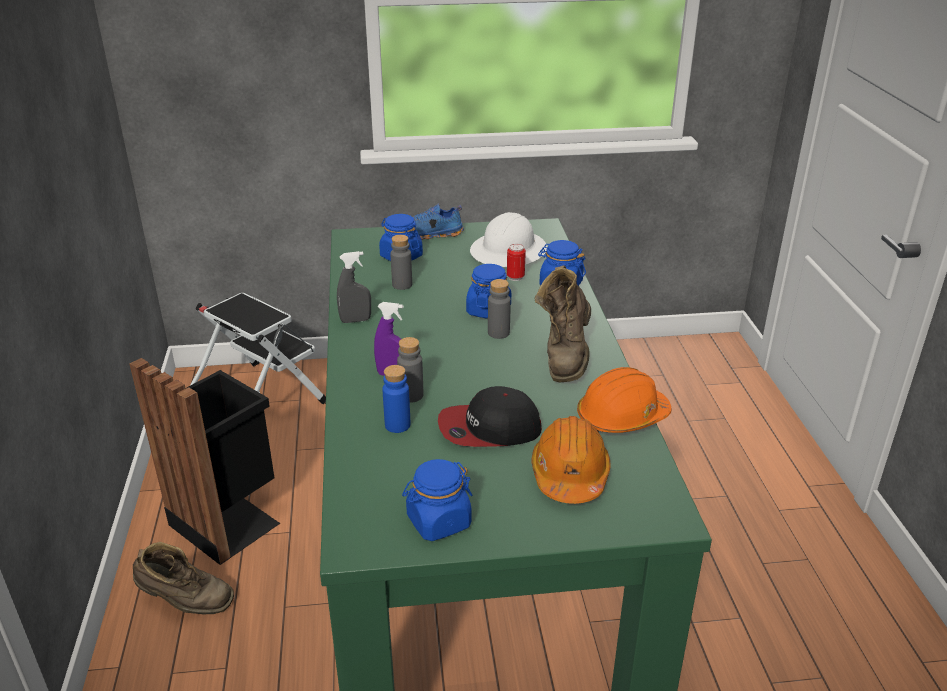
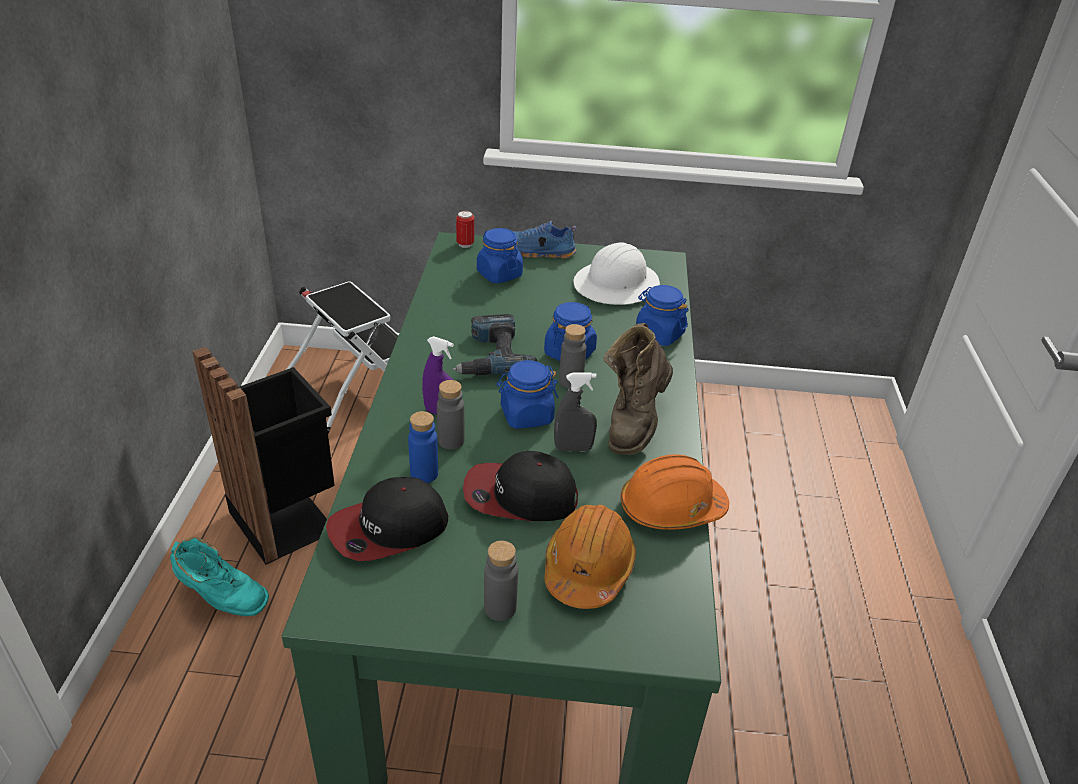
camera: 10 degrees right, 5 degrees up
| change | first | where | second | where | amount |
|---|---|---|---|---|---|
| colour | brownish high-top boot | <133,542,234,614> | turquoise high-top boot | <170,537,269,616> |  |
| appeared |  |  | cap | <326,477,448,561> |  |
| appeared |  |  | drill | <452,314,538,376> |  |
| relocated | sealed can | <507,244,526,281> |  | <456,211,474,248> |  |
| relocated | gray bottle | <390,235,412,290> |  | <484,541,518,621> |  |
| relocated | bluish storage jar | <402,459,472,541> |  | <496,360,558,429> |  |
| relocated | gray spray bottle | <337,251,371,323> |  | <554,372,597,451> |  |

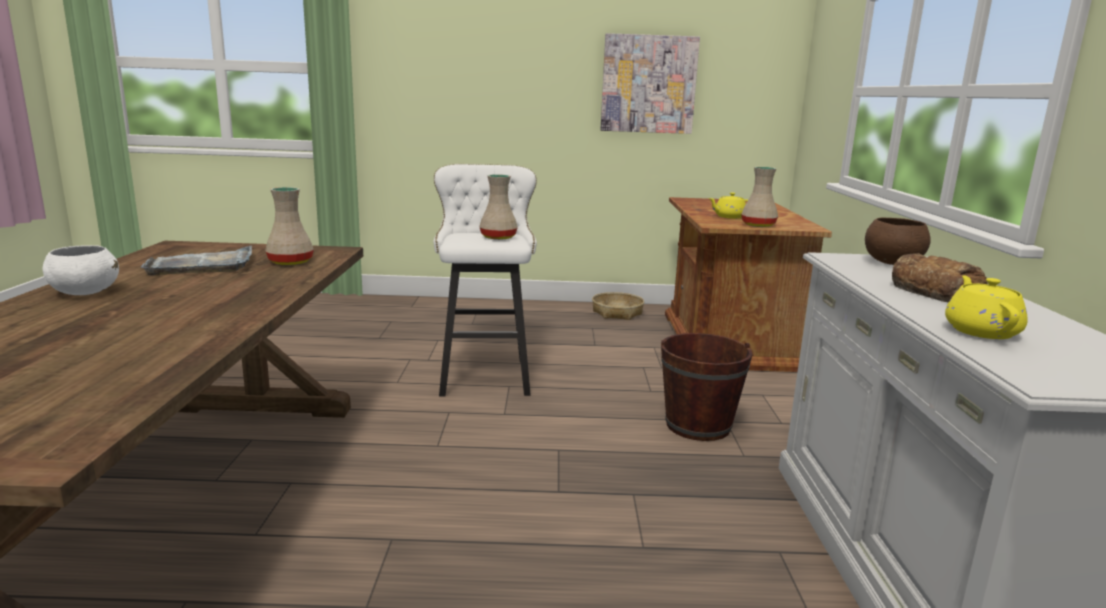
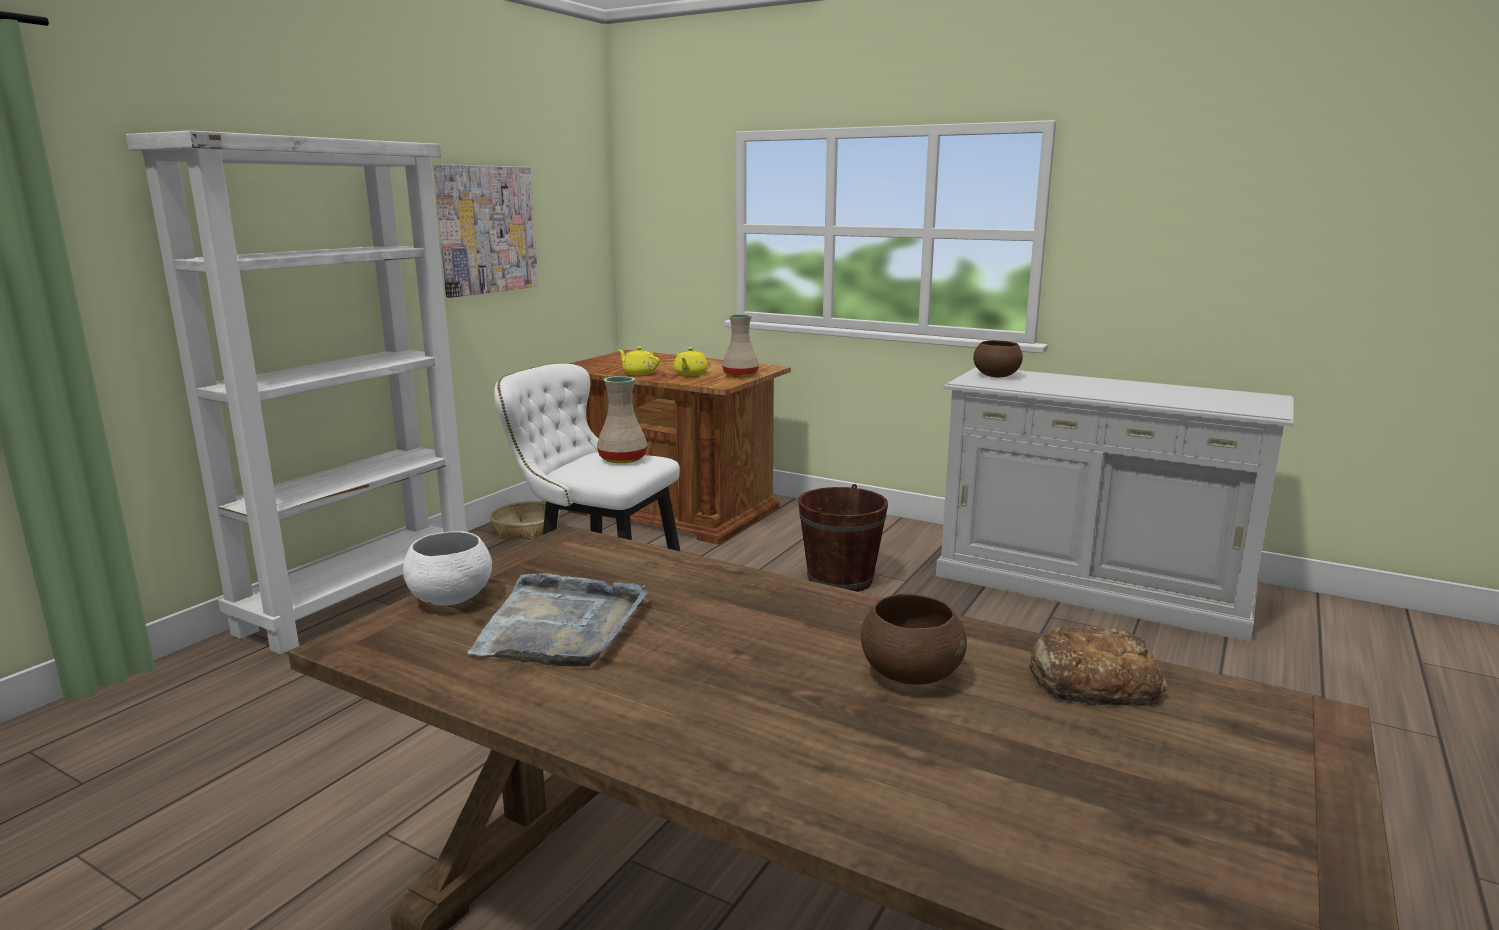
camera: 60 degrees left, 0 degrees up
| change | first | where | second | where | amount |
|---|---|---|---|---|---|
| appeared |  |  | white bookshelf | <126,130,467,654> |  |
| relocated | white deep dish | <43,245,119,295> |  | <403,531,492,606> |  |
| relocated | yellowish tea pot | <945,275,1028,339> |  | <618,347,660,375> |  |
| appeared |  |  | brownish deep dish | <861,594,967,685> |  |
| relocated | baked bread | <892,253,988,302> |  | <1029,626,1167,706> |  |
| missing | beige decorative vase | <265,187,314,265> |  |  |  |

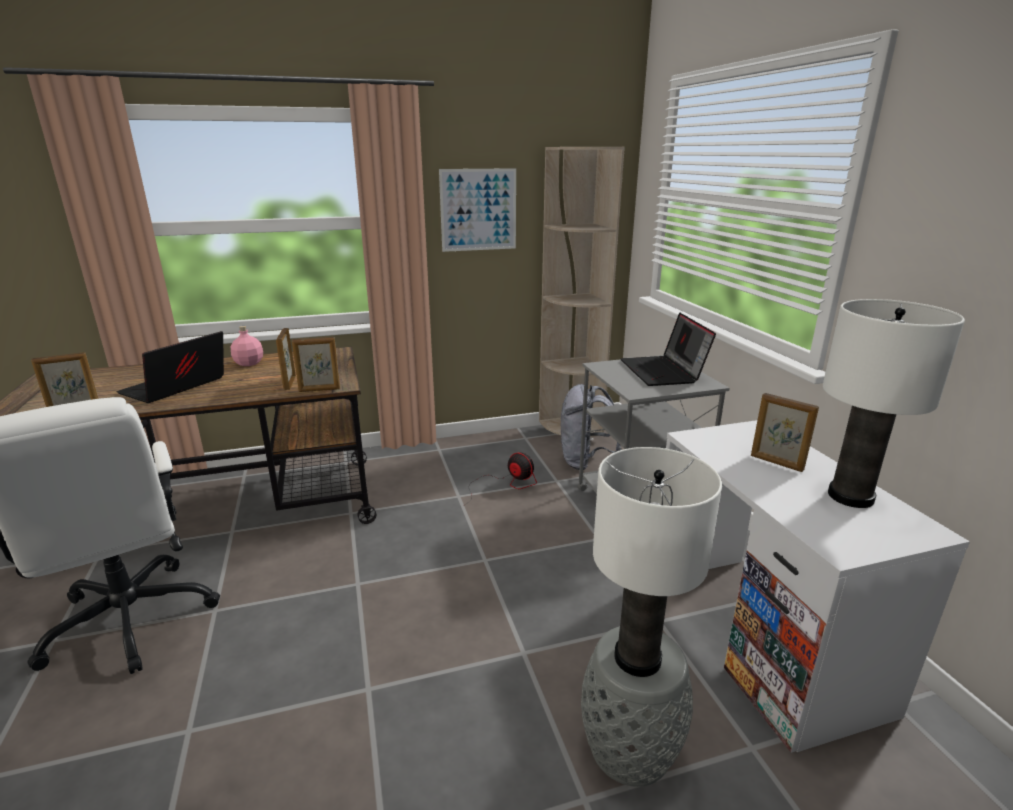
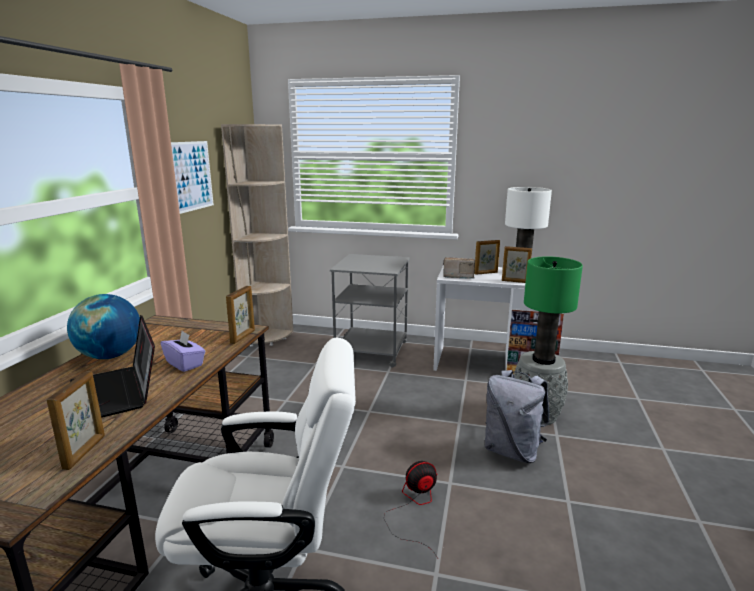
camera: 60 degrees left, 5 degrees down
| change | first | where | second | where | amount |
|---|---|---|---|---|---|
| exchanged | pinkish bottle | <231,326,263,366> | desk globe | <67,294,140,359> |  |
| appeared |  |  | purple box of tissues | <160,331,205,372> |  |
| relocated | cooling fan | <463,453,537,506> |  | <385,461,437,557> |  |
| appeared |  |  | radio receiver | <443,257,475,279> |  |
| relocated | gray knapsack | <561,384,622,470> |  | <485,370,550,463> |  |
| relocated | photo frame | <276,328,296,390> |  | <502,246,532,283> |  |
| colour | white lamp for a table | <593,447,722,677> | green-coloured lamp for a table | <524,256,583,365> |  |
| missing | notebook computer | <621,313,716,386> |  |  |  |

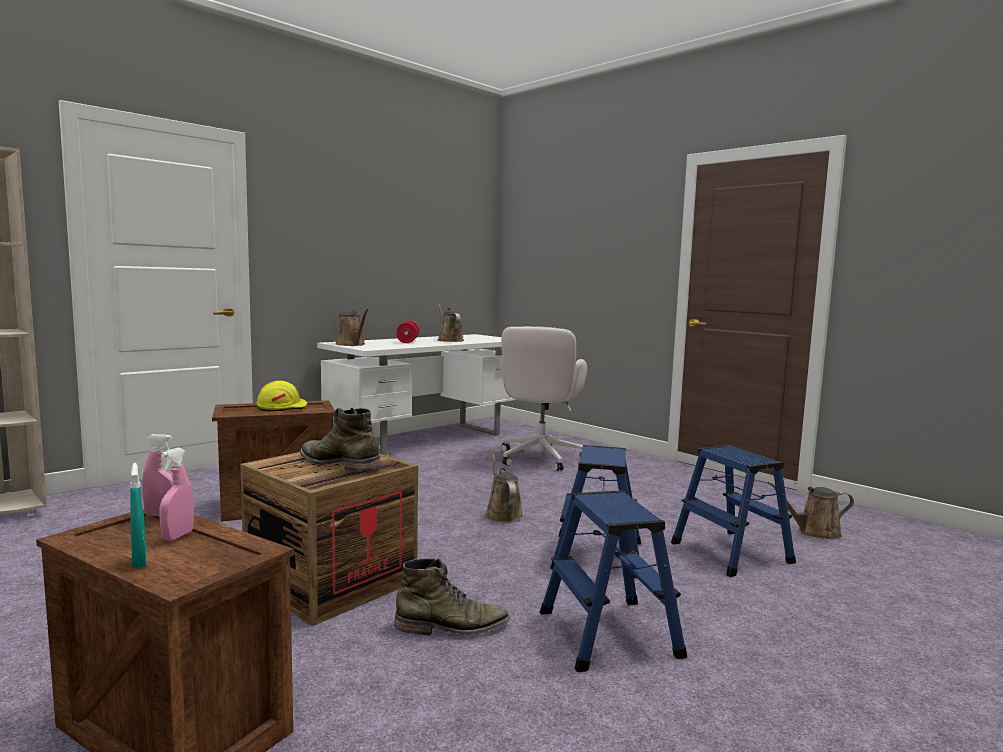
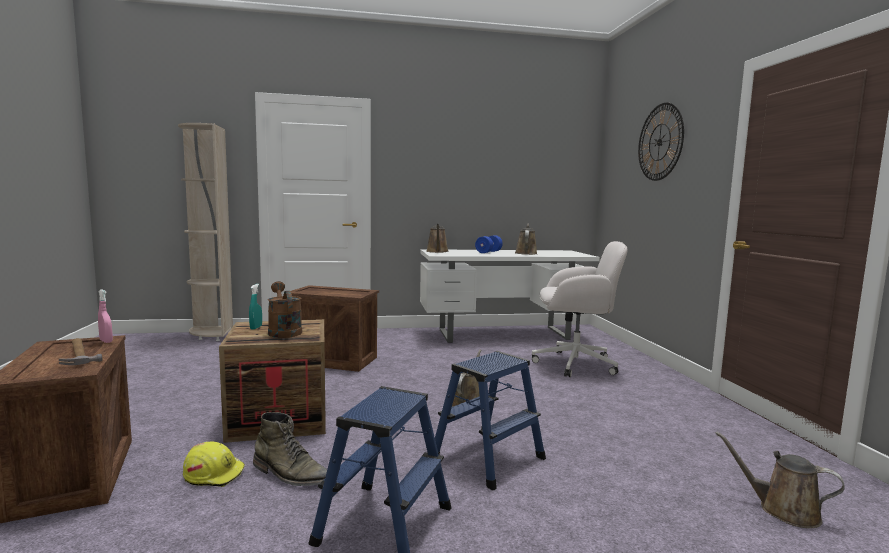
camera: 35 degrees right, 0 degrees up
| change | first | where | second | where | amount |
|---|---|---|---|---|---|
| exchanged | pinkish spray bottle | <159,448,194,541> | tool hammer | <59,338,102,365> |  |
| relocated | yellowish work helmet | <256,381,308,412> |  | <183,442,245,487> |  |
| relocated | turquoise spray bottle | <130,463,147,569> |  | <249,284,262,330> |  |
| exchanged | green-coloured high-top boot | <300,408,381,471> | brownish watering pot | <268,281,302,338> |  |
| colour | reddish dumbbell | <396,320,419,343> | bluish dumbbell | <475,235,503,253> |  |
| spun | white desk chair | <501,326,587,471> |  | <532,241,627,377> | 135 degrees counterclockwise |
| appeared |  |  | clock on the wall | <638,103,684,181> |  |
| missing | bluish stepladder | <671,445,796,577> |  |  |  |

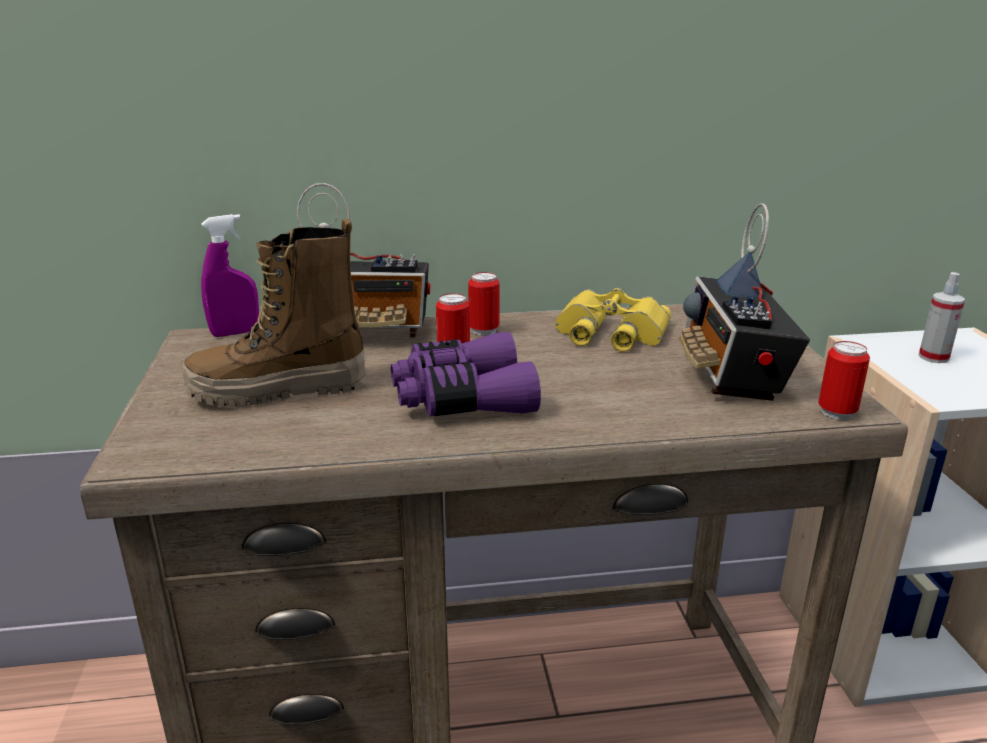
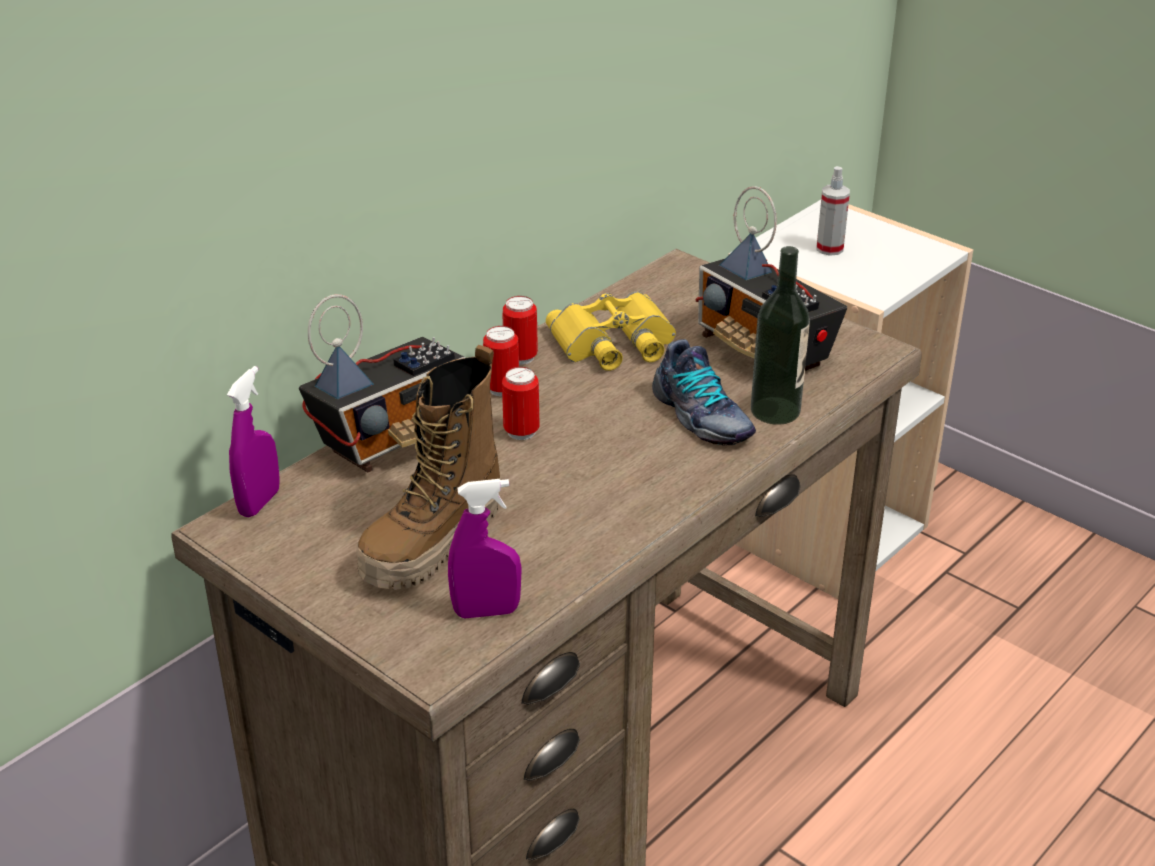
camera: 40 degrees left, 10 degrees up
| change | first | where | second | where | amount |
|---|---|---|---|---|---|
| appeared |  |  | purple spray bottle | <448,479,522,618> |  |
| relocated | sealed can | <818,341,870,420> |  | <502,296,538,365> |  |
| appeared |  |  | shoe | <652,339,756,446> |  |
| appeared |  |  | bottle | <751,246,810,425> |  |
| missing | purple field glasses | <391,332,541,416> |  |  |  |

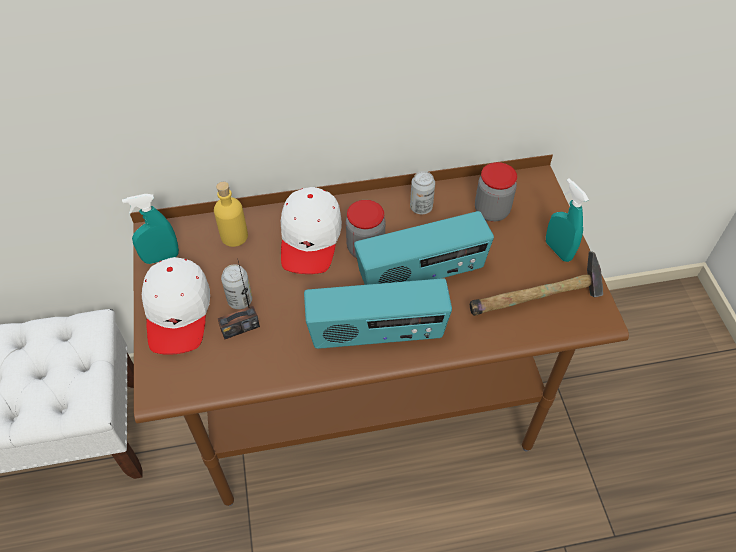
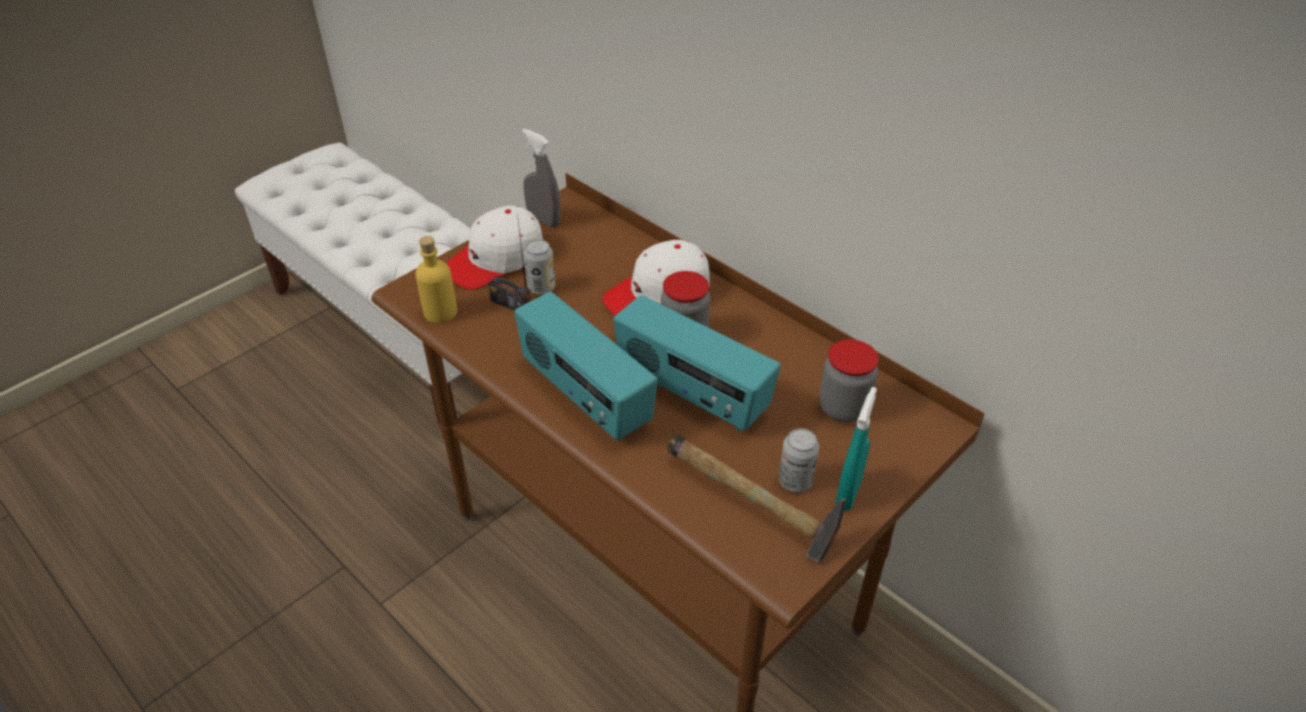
camera: 55 degrees right, 10 degrees down
| change | first | where | second | where | amount |
|---|---|---|---|---|---|
| relocated | yellowish bottle | <214,182,248,247> |  | <415,236,457,323> |  |
| colour | turquoise spray bottle | <122,194,179,264> | gray spray bottle | <522,129,561,227> |  |
| relocated | sealed can | <410,171,435,214> |  | <779,428,819,492> |  |

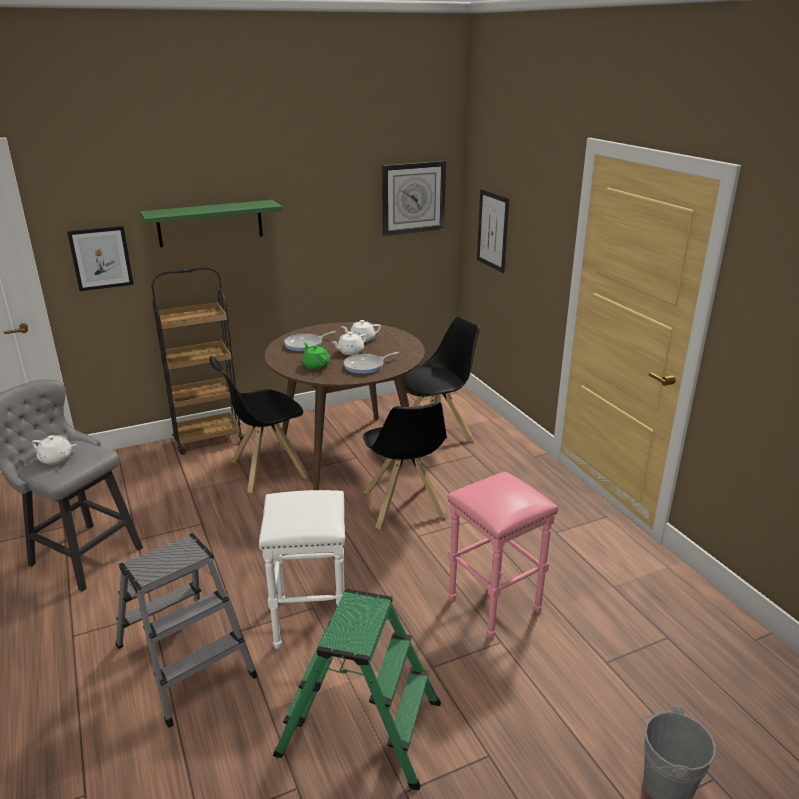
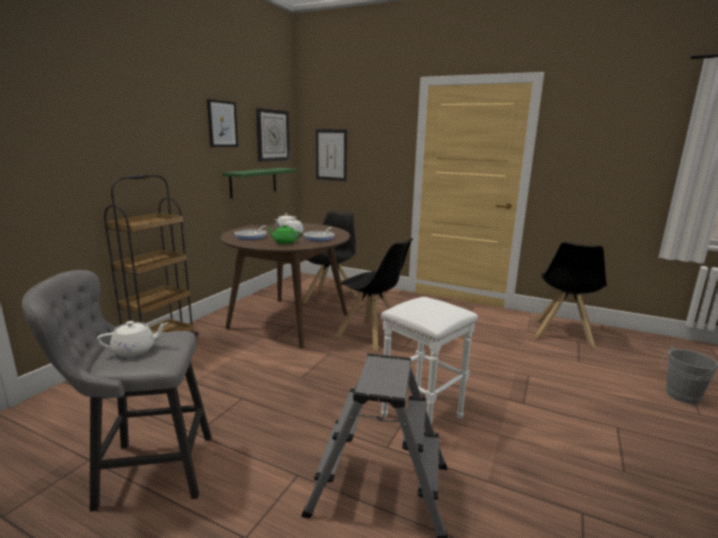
camera: 40 degrees left, 10 degrees down
| change | first | where | second | where | amount |
|---|---|---|---|---|---|
| relocated | wall art | <67,226,134,291> |  | <207,99,238,147> |  |
| relocated | green-coloured bracket shelf | <140,200,282,247> |  | <222,168,298,199> |  |
| relocated | black-coloured upright chair | <209,356,310,493> |  | <534,242,607,349> |  |
| missing | green-coloured stepladder | <273,589,441,790> |  |  |  |
| missing | pinkish stool seat | <448,471,558,638> |  |  |  |

